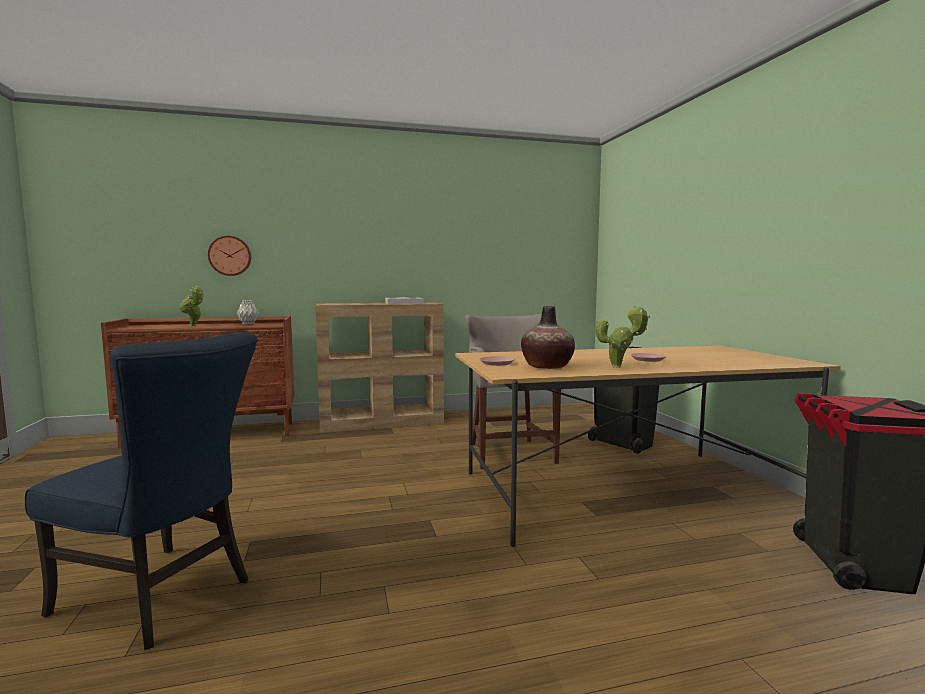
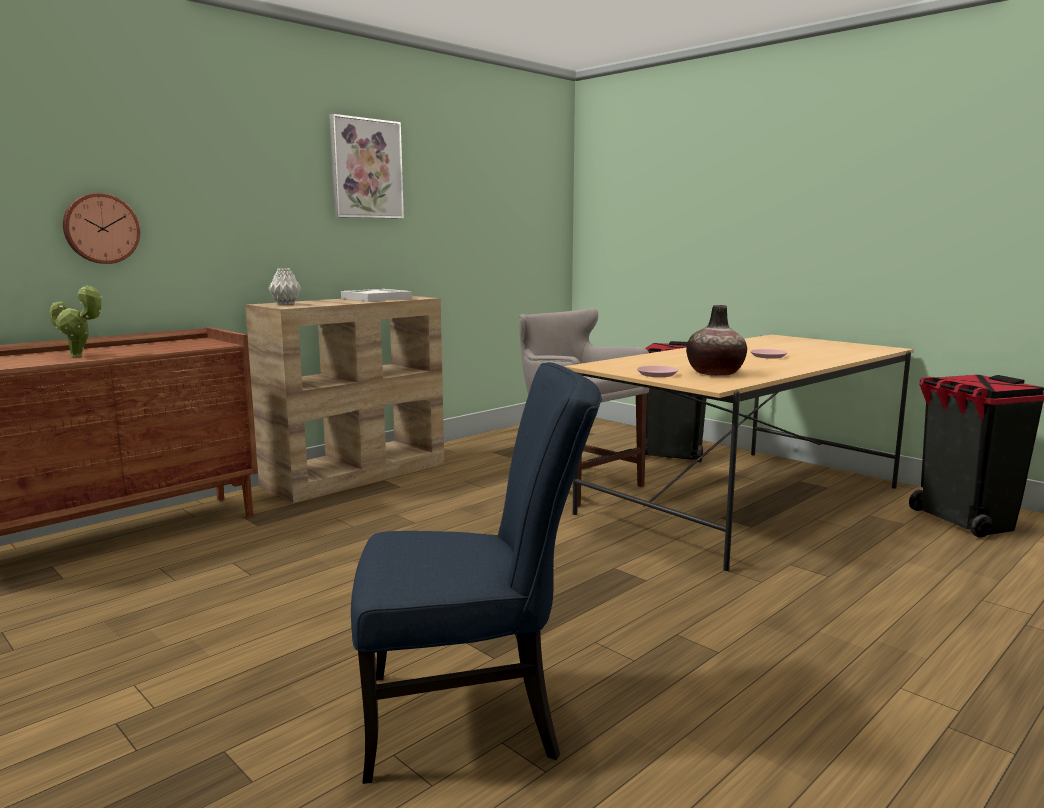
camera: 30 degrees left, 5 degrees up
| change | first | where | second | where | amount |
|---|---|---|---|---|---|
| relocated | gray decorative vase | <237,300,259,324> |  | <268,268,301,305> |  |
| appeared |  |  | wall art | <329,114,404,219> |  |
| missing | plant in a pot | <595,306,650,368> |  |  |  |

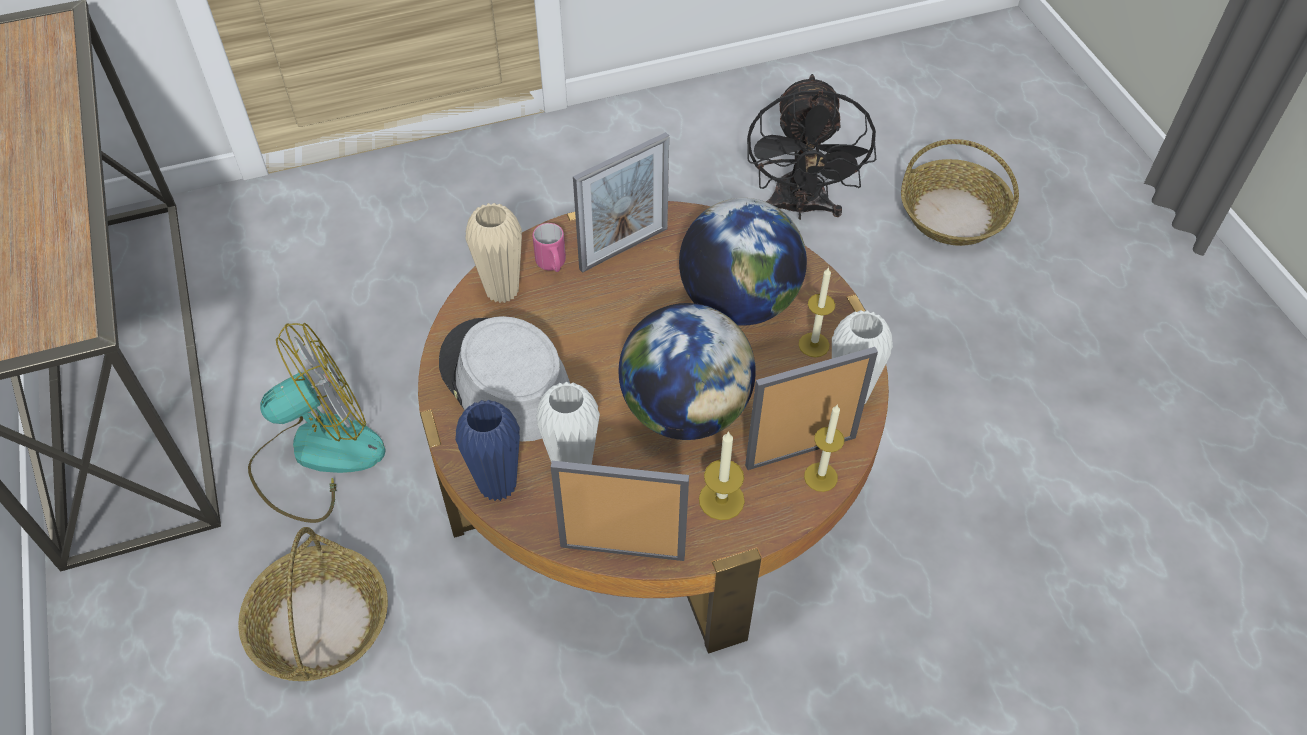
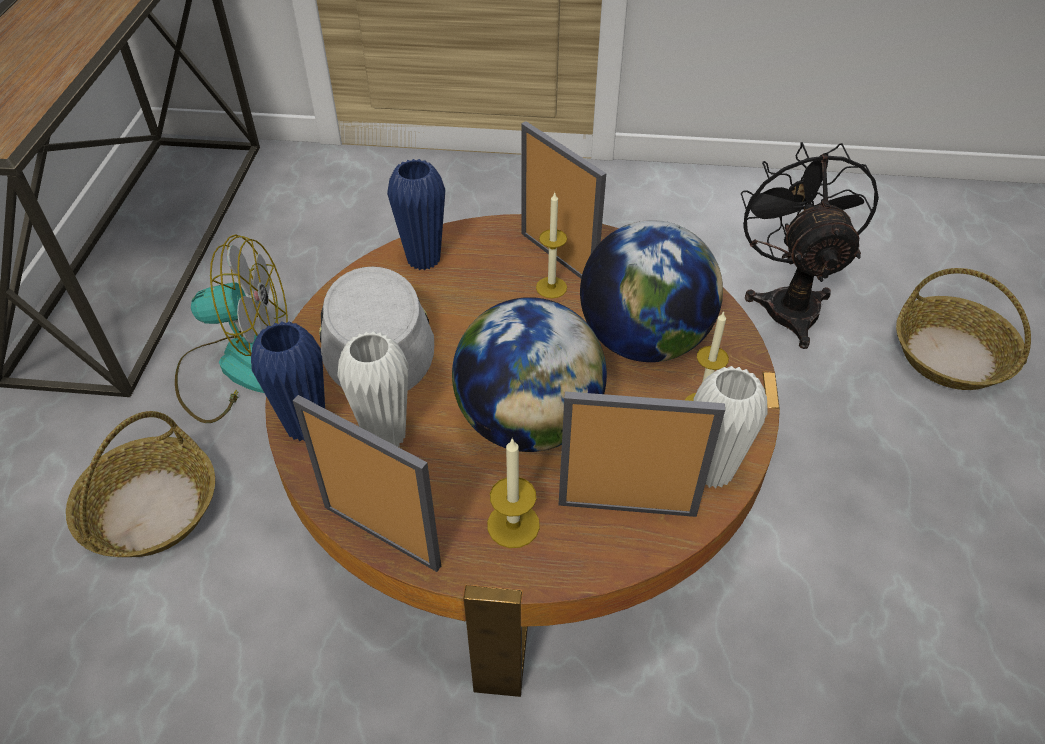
camera: 25 degrees right, 5 degrees down
| change | first | where | second | where | amount |
|---|---|---|---|---|---|
| colour | beige decorative vase | <465,203,522,303> | bluish decorative vase | <387,159,445,270> |  |
| spun | photo frame | <573,132,669,273> |  | <521,121,606,278> | 120 degrees counterclockwise |
| relocated | wax light | <804,405,844,492> |  | <536,191,567,298> |  |
| spun | black-coloured cooling fan | <747,74,876,220> |  | <741,142,879,349> | 150 degrees clockwise |
| missing | pinkish coffee mug | <533,223,566,272> |  |  |  |

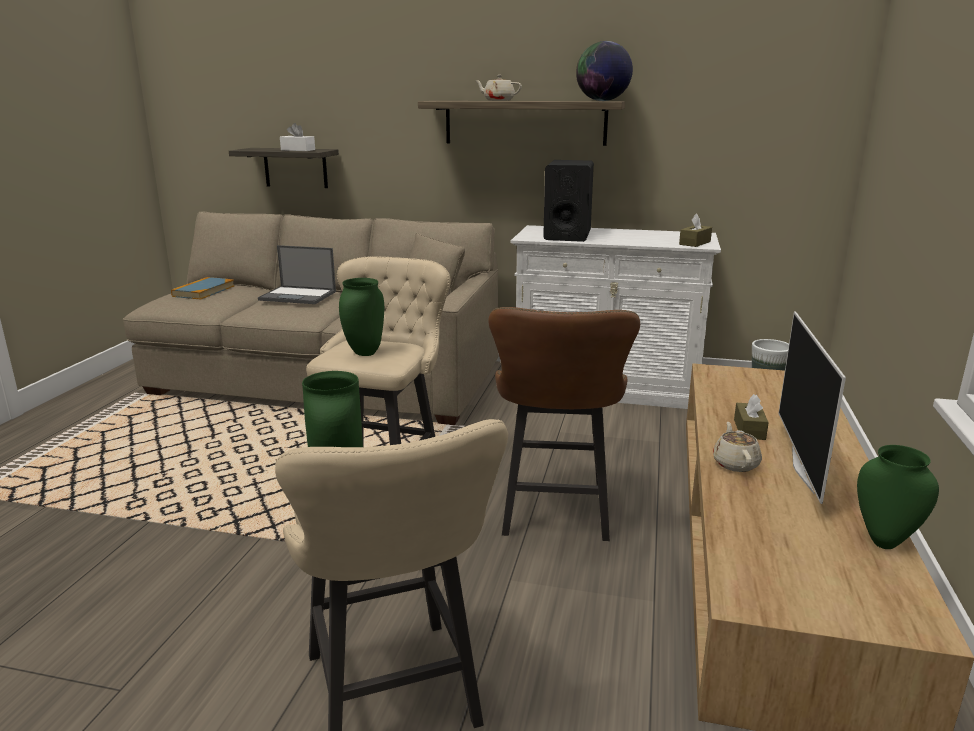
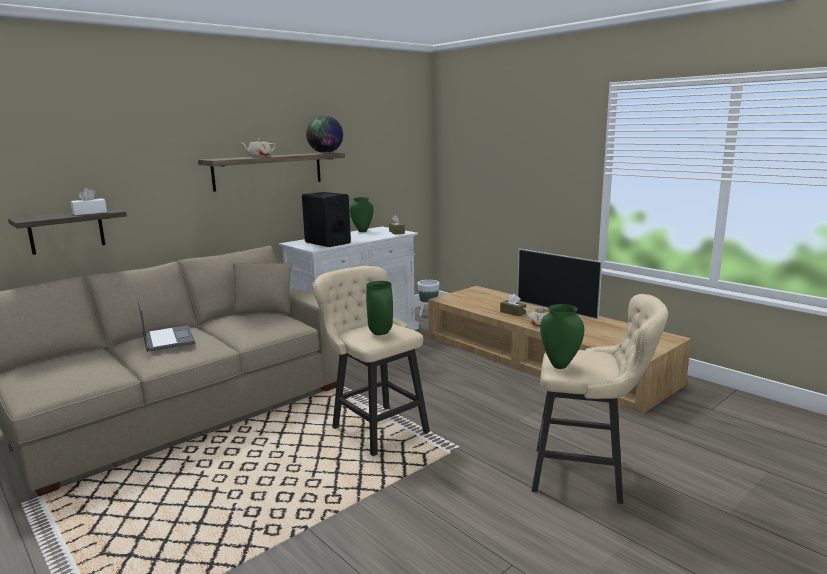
camera: 55 degrees left, 5 degrees down
| change | first | where | second | where | amount |
|---|---|---|---|---|---|
| spun | notebook computer | <258,245,336,304> |  | <137,296,195,352> | 75 degrees counterclockwise |
| relocated | green-coloured decorative vase | <857,445,939,549> |  | <350,197,373,232> |  |
| missing | bound book | <171,277,234,300> |  |  |  |
| missing | brownish stool seat | <488,307,640,541> |  |  |  |

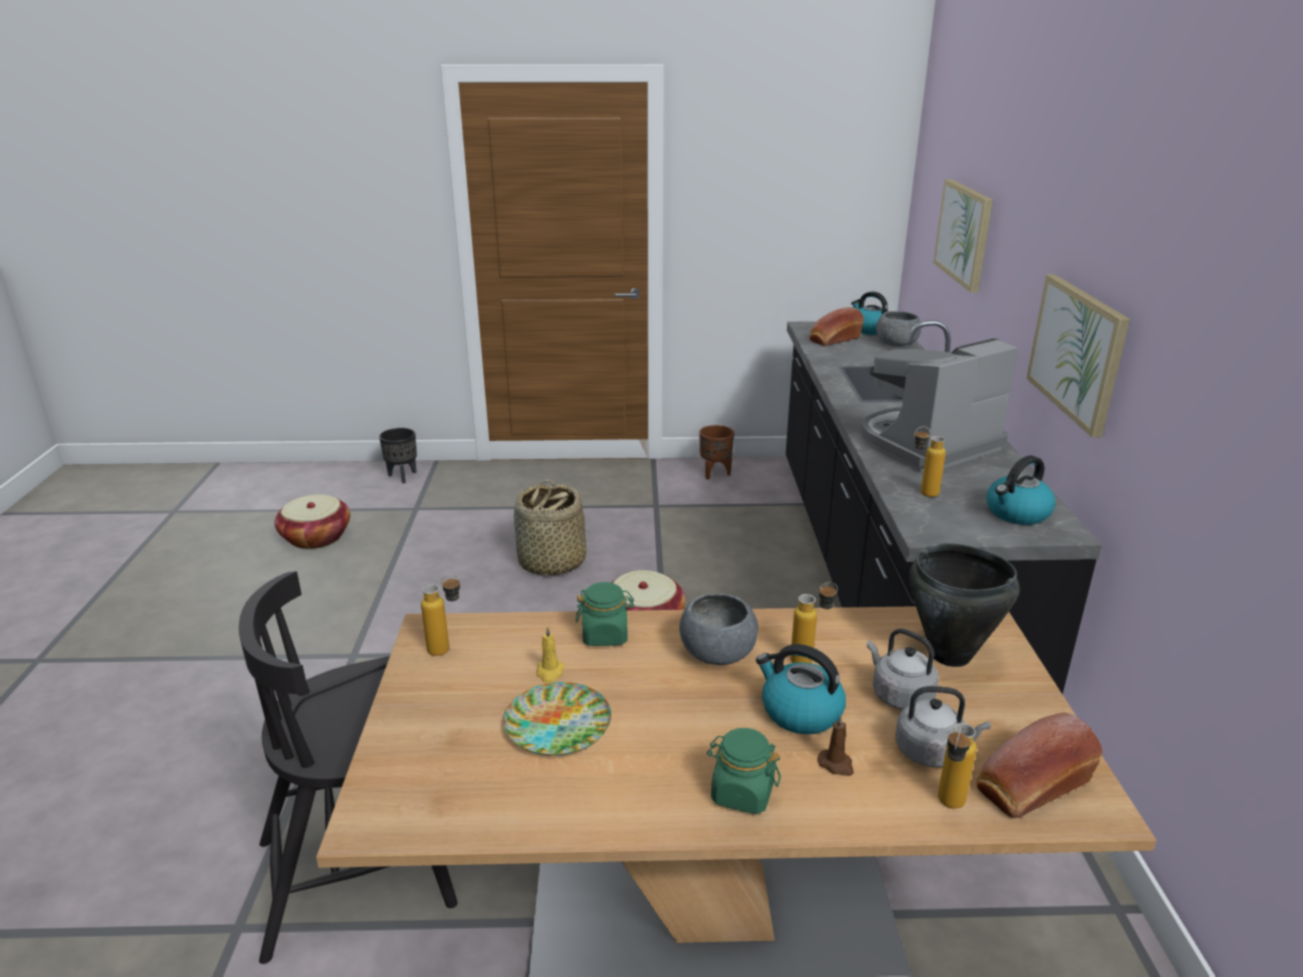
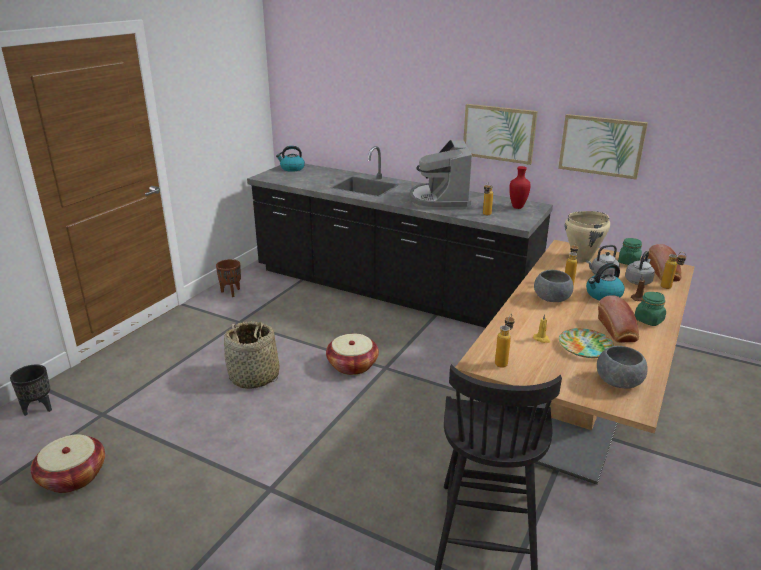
camera: 60 degrees left, 0 degrees up
| change | first | where | second | where | amount |
|---|---|---|---|---|---|
| exchanged | kettle | <987,455,1056,525> | reddish decorative vase | <509,166,531,209> |  |
| relocated | wall art | <933,179,993,293> |  | <558,114,648,180> |  |
| colour | black-coloured stockpot | <909,543,1020,667> | beige stockpot | <565,211,610,262> |  |
| relocated | gray deep dish | <876,311,922,346> |  | <597,346,648,388> |  |
| relocated | baked bread | <809,307,864,346> |  | <598,295,639,343> |  |
| relocated | green-coloured storage jar | <576,582,634,646> |  | <618,238,642,265> |  |

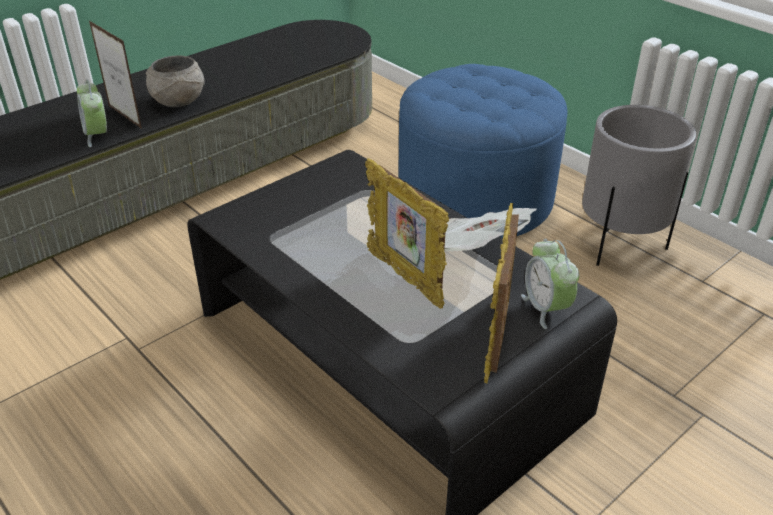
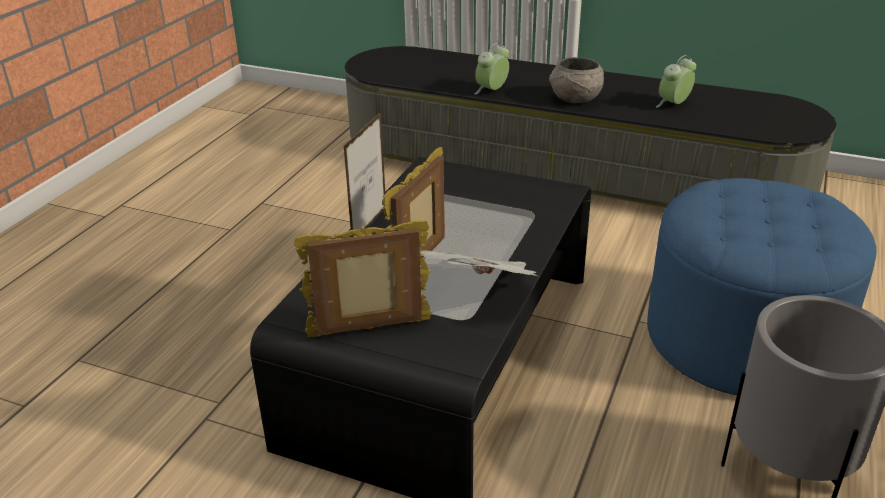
camera: 65 degrees right, 5 degrees down
| change | first | where | second | where | amount |
|---|---|---|---|---|---|
| relocated | photo frame | <89,21,142,129> |  | <343,112,385,237> |  |
| relocated | bedside clock | <521,239,579,329> |  | <656,55,696,108> |  |

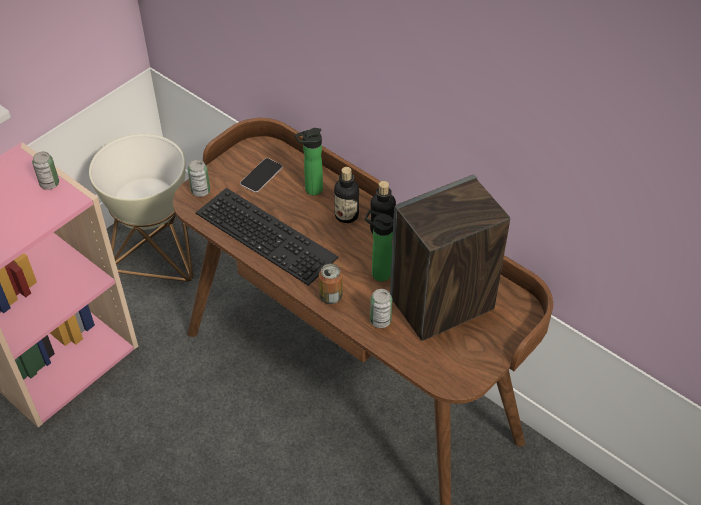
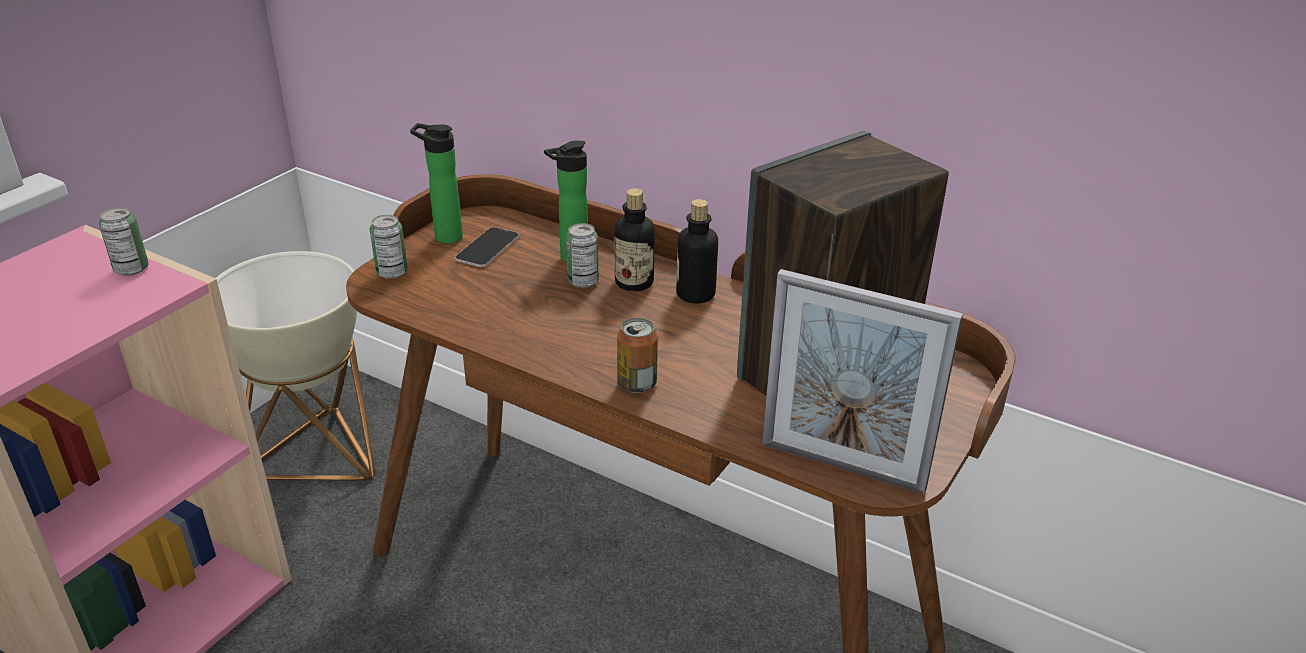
camera: 10 degrees left, 15 degrees down
| change | first | where | second | where | amount |
|---|---|---|---|---|---|
| relocated | bottle | <365,210,393,282> |  | <410,123,463,244> |  |
| relocated | sealed can | <370,289,392,328> |  | <566,223,599,288> |  |
| appeared |  |  | photo frame | <762,269,963,494> |  |
| missing | PC keyboard | <196,188,338,286> |  |  |  |

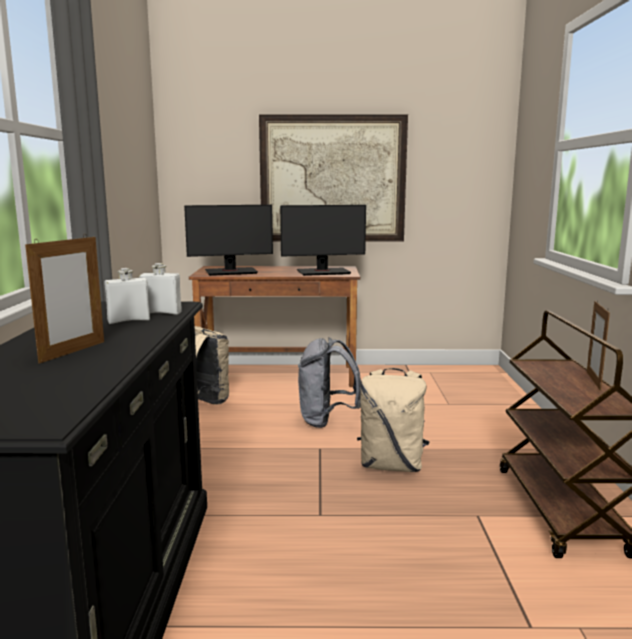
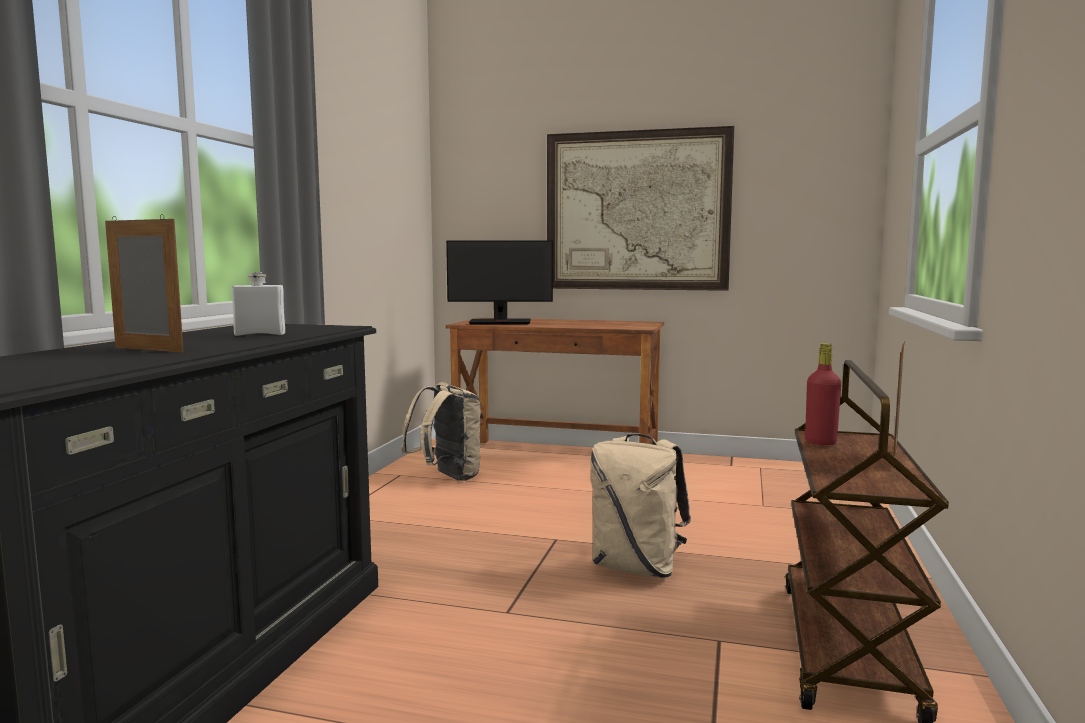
camera: 15 degrees right, 5 degrees down
| change | first | where | second | where | amount |
|---|---|---|---|---|---|
| spun | photo frame | <25,235,104,363> |  | <105,214,184,353> | 105 degrees counterclockwise |
| appeared |  |  | reddish bottle | <805,343,841,445> |  |
| missing | white bottle | <139,263,182,315> |  |  |  |
| missing | computer screen | <280,205,366,276> |  |  |  |
| missing | gray knapsack | <298,337,361,428> |  |  |  |

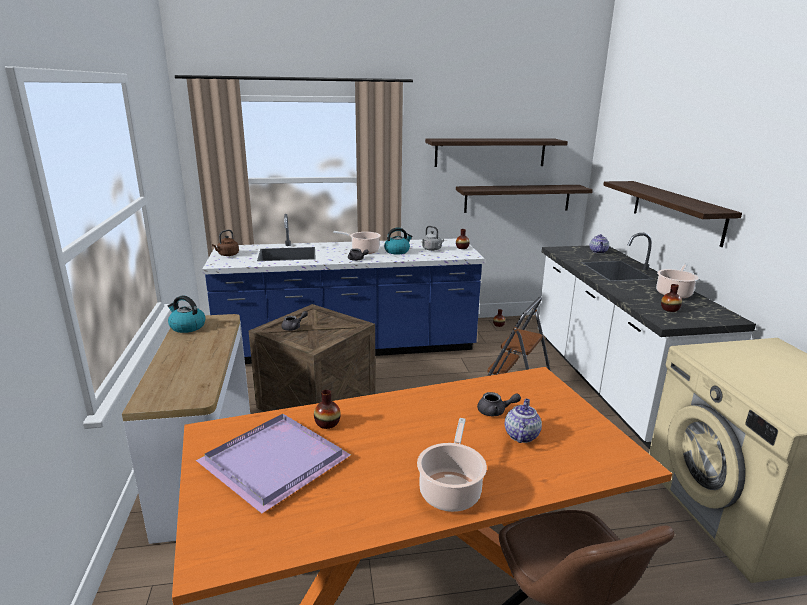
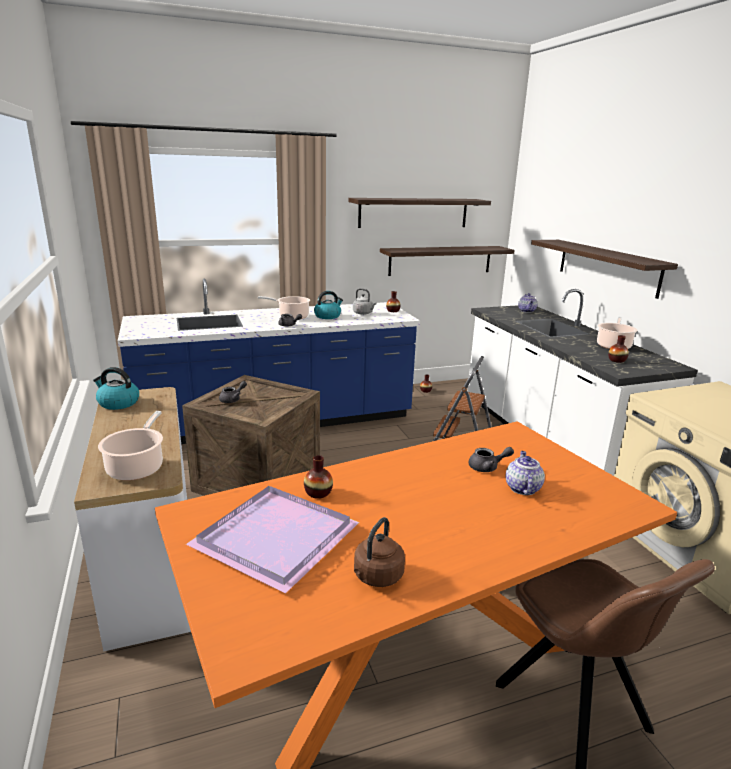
camera: 10 degrees left, 0 degrees up
| change | first | where | second | where | amount |
|---|---|---|---|---|---|
| relocated | stockpot | <417,418,487,512> |  | <98,411,163,481> |  |
| relocated | brownish kettle | <212,230,239,256> |  | <354,517,405,587> |  |

